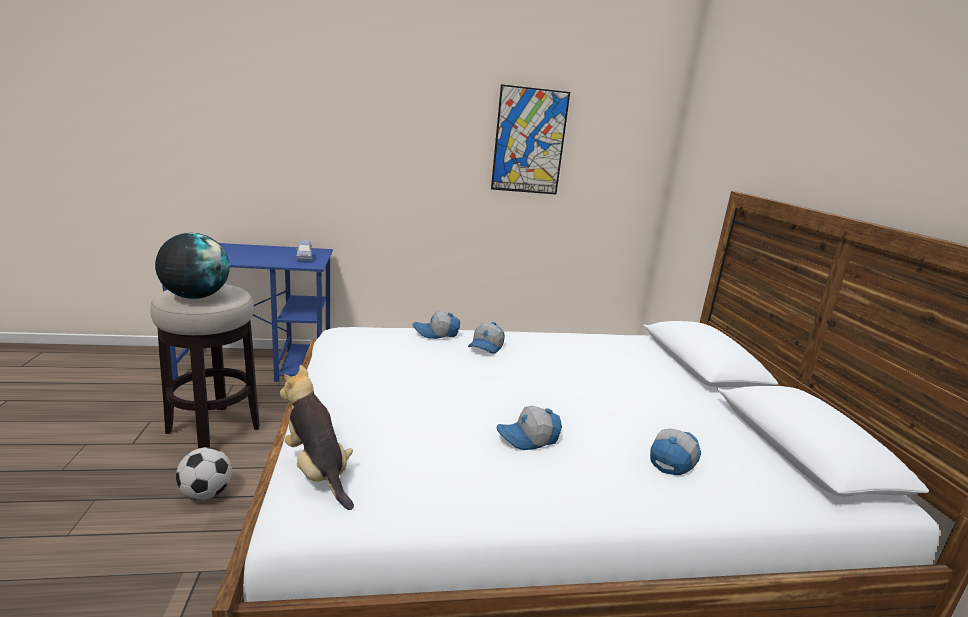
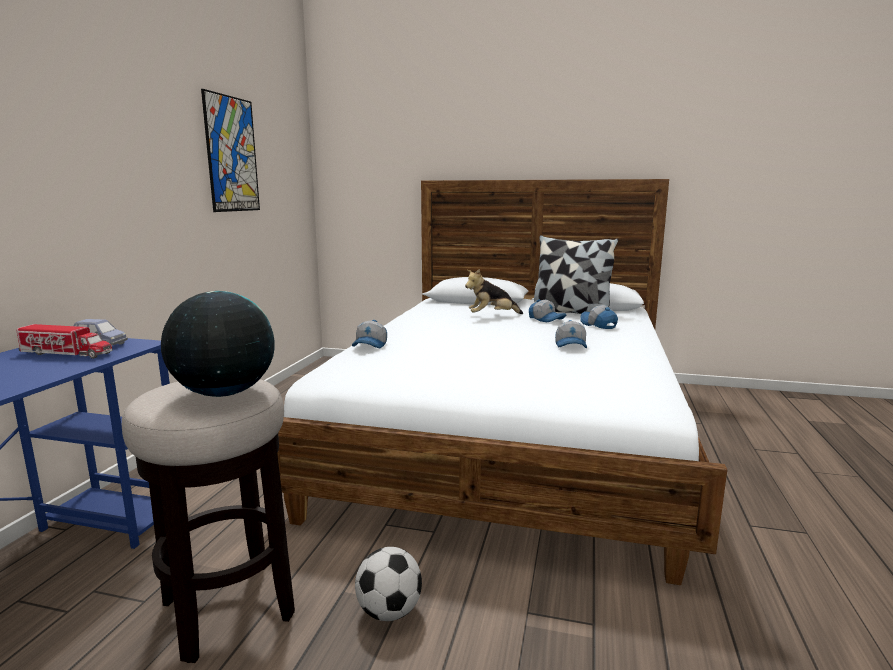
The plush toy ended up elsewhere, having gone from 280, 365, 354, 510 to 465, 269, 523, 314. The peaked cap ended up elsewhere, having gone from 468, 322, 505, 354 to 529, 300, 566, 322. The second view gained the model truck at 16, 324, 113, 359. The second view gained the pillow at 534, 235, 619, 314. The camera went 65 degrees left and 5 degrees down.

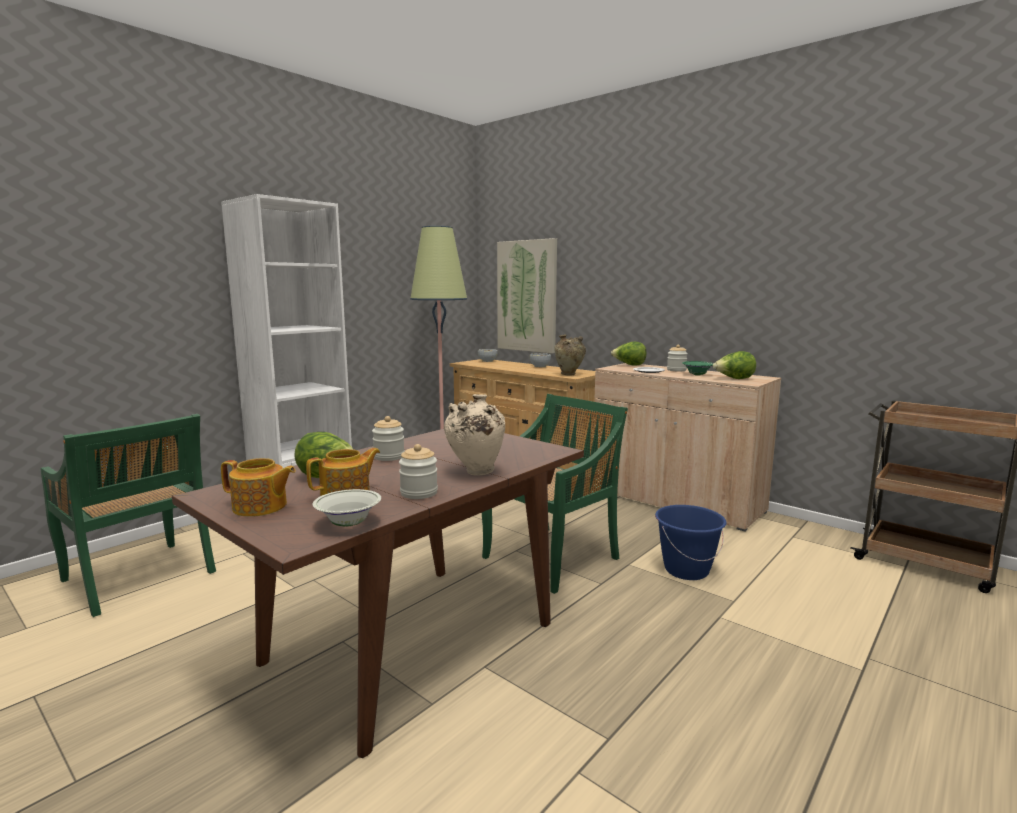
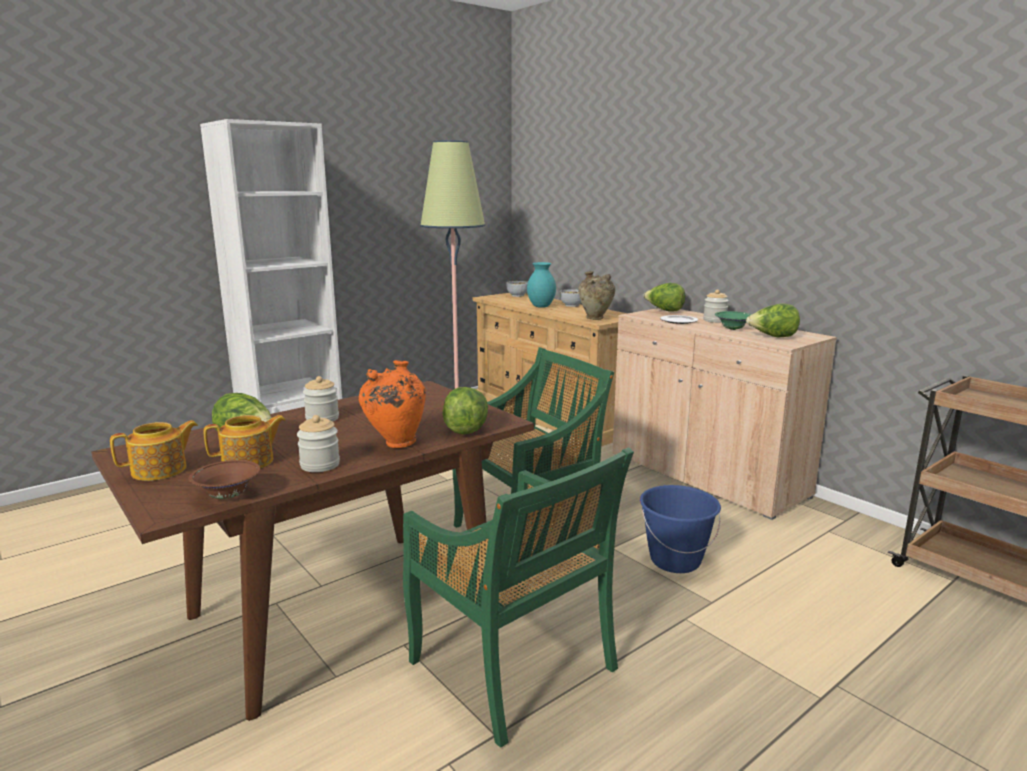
The green chair ended up elsewhere, having gone from 40, 414, 216, 617 to 403, 447, 634, 748. The teapot at 221, 458, 296, 517 ended up facing another way, 60 degrees counterclockwise from before. What was the white-coloured bowl at 312, 489, 381, 526 turned into the brown-coloured bowl at 189, 460, 260, 499. What was the beige decorative vase at 444, 394, 505, 476 turned into the orangey decorative vase at 358, 360, 426, 448. The second view lost the wall picture at 497, 238, 557, 354. The second view gained the lettuce at 442, 387, 488, 435. The second view gained the turquoise-coloured decorative vase at 527, 262, 556, 308. The camera went 10 degrees right and 5 degrees up.

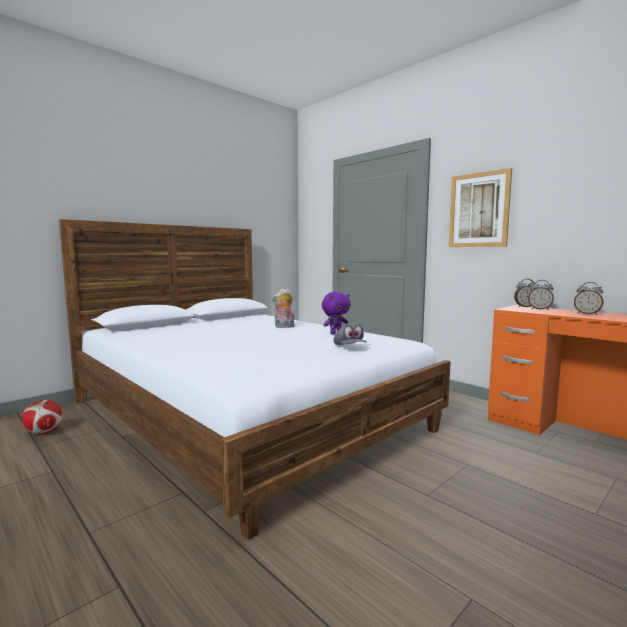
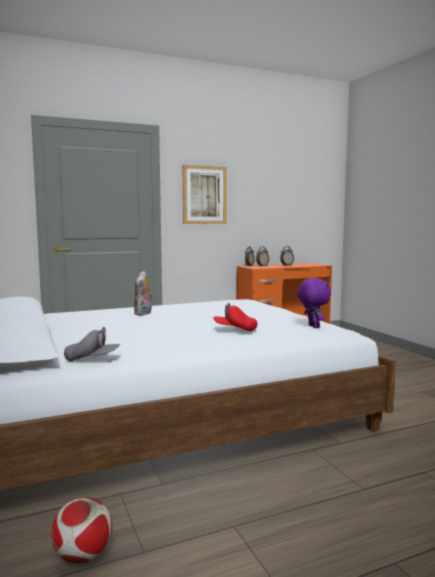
The purple-coloured plush toy ended up elsewhere, having gone from 322, 292, 351, 334 to 298, 278, 331, 328. The gray peaked cap ended up elsewhere, having gone from 333, 324, 367, 345 to 64, 327, 120, 361. The second view gained the reddish peaked cap at 213, 303, 257, 331. The camera went 70 degrees left and 0 degrees up.

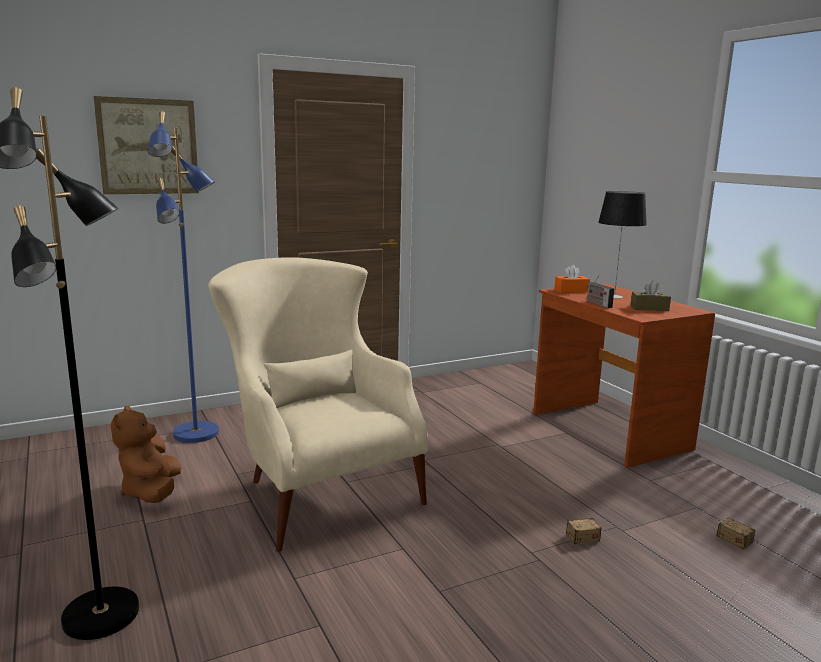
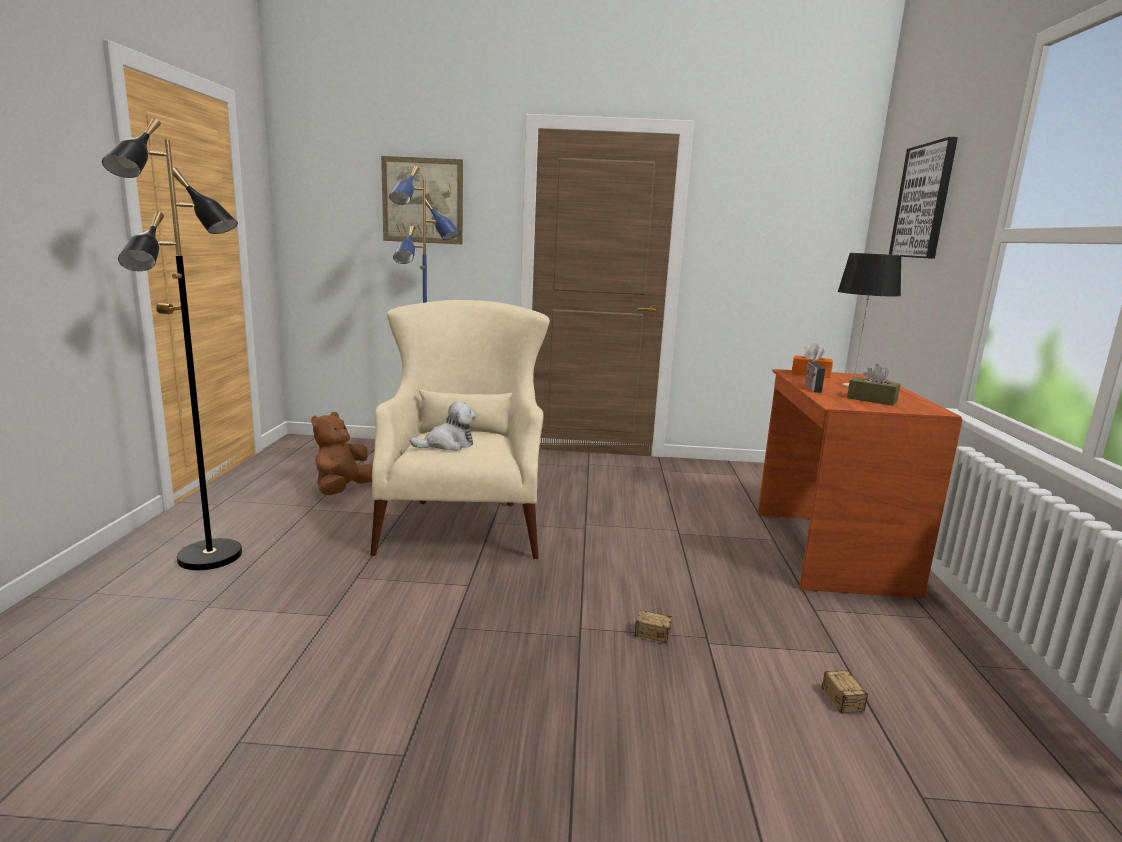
The second view gained the plush toy at 410, 401, 476, 451. The second view gained the wall picture at 889, 137, 958, 259. The camera went 30 degrees right and 0 degrees up.

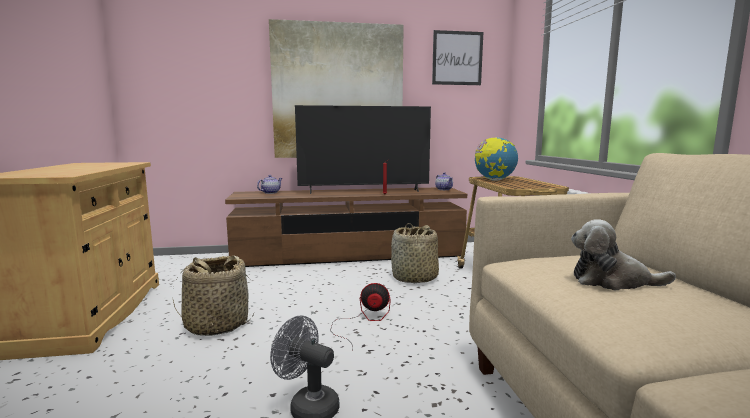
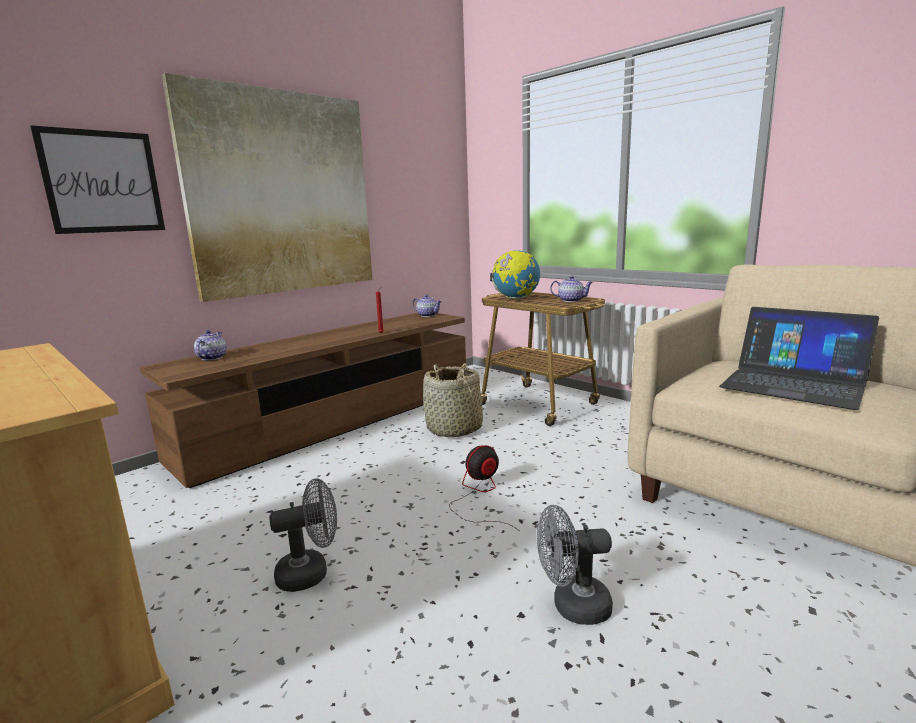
Where the basket stood at 173, 255, 255, 336, the gray fan came to stand at 269, 478, 337, 592. The second view lost the television at 295, 105, 431, 194. The wall picture ended up elsewhere, having gone from 432, 30, 483, 85 to 30, 125, 165, 234. Where the plush toy stood at 571, 219, 676, 290, the laptop came to stand at 719, 307, 879, 410. The second view gained the teapot at 550, 276, 593, 302. The camera went 35 degrees left and 5 degrees up.

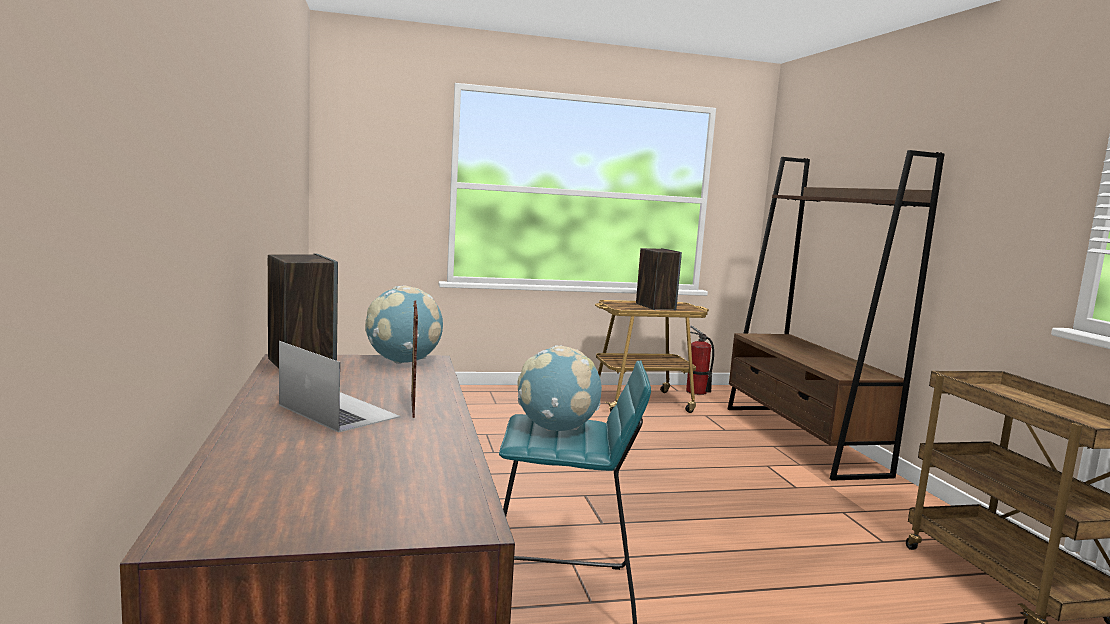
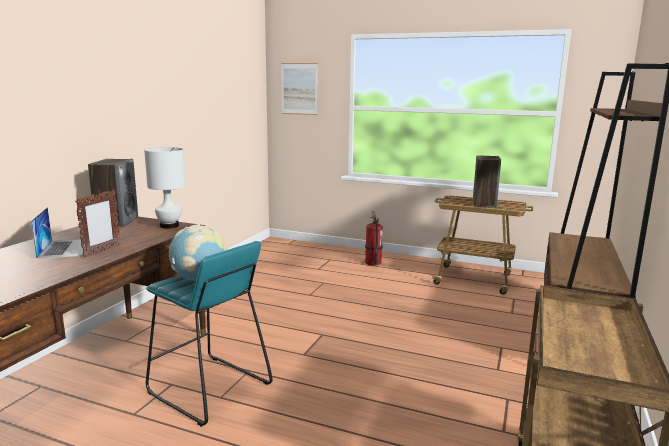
Where the desk globe stood at 365, 285, 443, 364, the white-coloured table lamp came to stand at 144, 147, 186, 228. The fire-fighting cylinder ended up elsewhere, having gone from 686, 325, 714, 395 to 365, 210, 383, 266. The second view gained the wall picture at 281, 63, 318, 115. The camera went 35 degrees right and 5 degrees up.

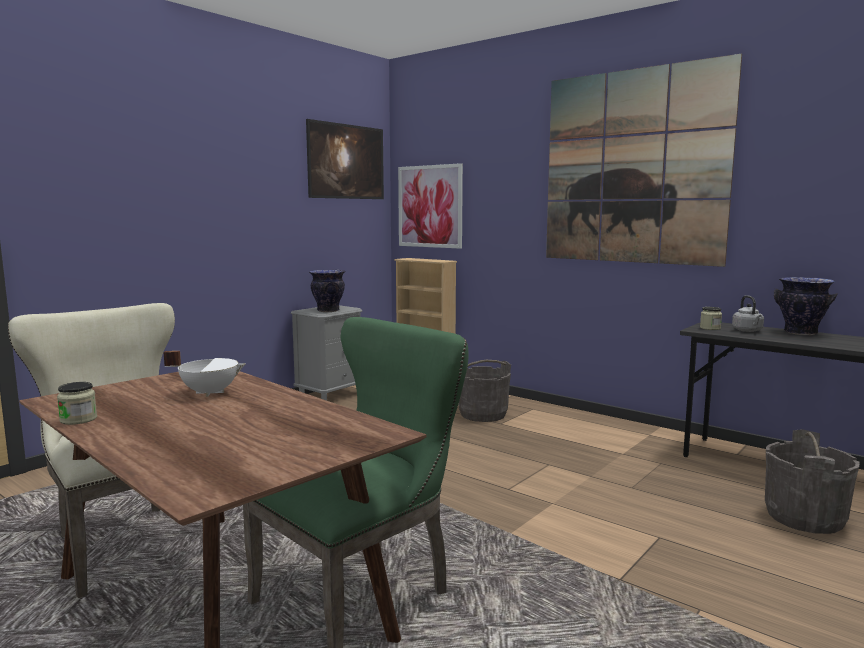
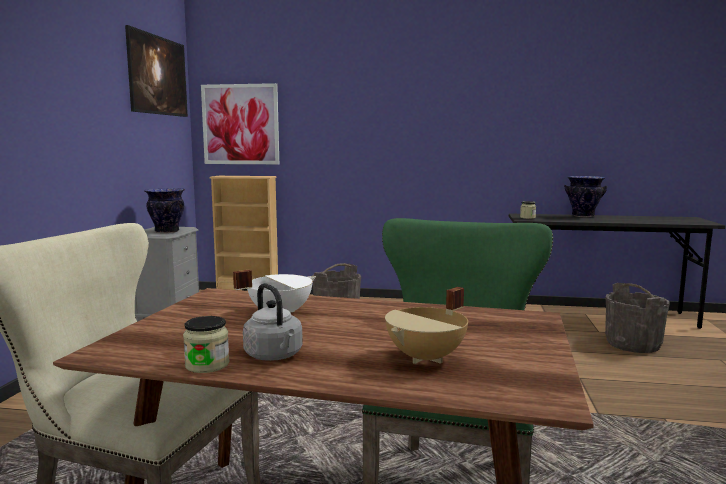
The second view lost the wall picture at 546, 54, 742, 267. The gray water kettle ended up elsewhere, having gone from 732, 295, 764, 332 to 243, 283, 303, 361. The second view gained the beige stockpot at 385, 287, 468, 364. The camera went 30 degrees left and 0 degrees up.

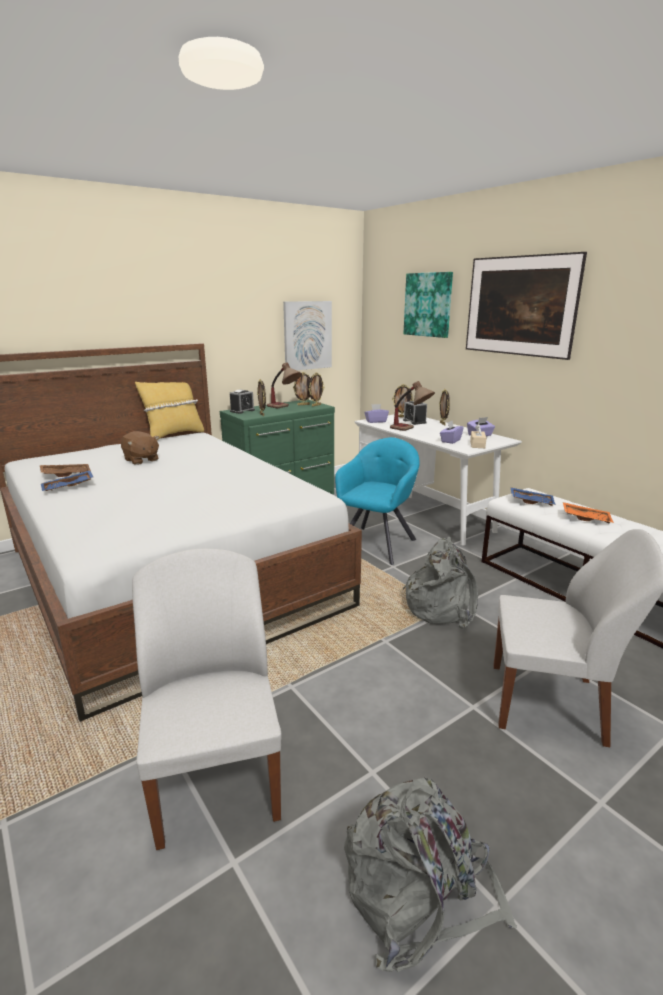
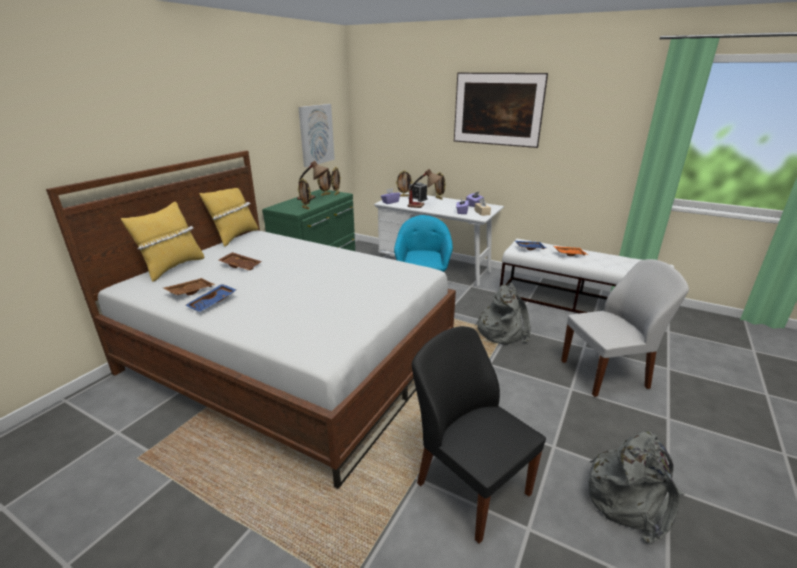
Where the brown-coloured plush toy stood at 121, 431, 159, 465, the brown-coloured carrying tray came to stand at 219, 252, 262, 270. What was the white-coloured chair at 132, 549, 282, 850 turned into the black chair at 412, 326, 546, 544. The second view lost the alarm clock at 230, 390, 255, 414. The second view lost the wall picture at 404, 272, 453, 338. The second view gained the yellow-coloured pillow at 121, 202, 204, 282. The camera went 25 degrees left and 5 degrees up.

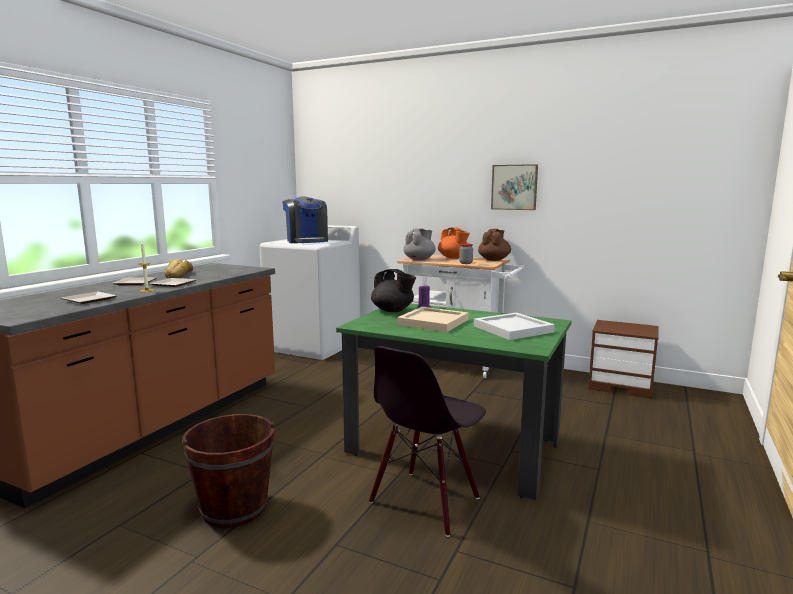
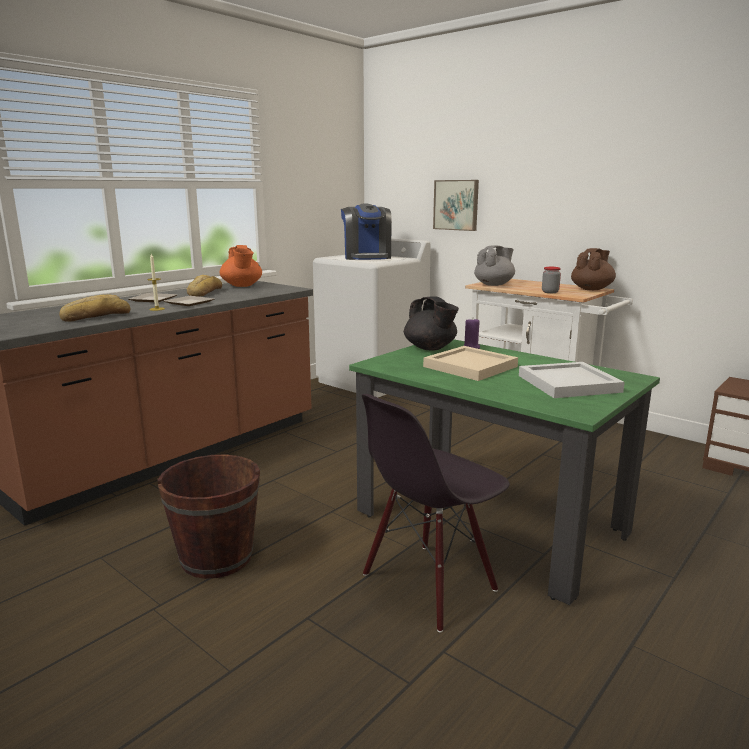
Where the dinner plate stood at 61, 292, 117, 304, the bakery bread came to stand at 59, 294, 130, 322. The orangey teapot ended up elsewhere, having gone from 438, 227, 470, 258 to 220, 245, 262, 287. The wall picture ended up elsewhere, having gone from 491, 164, 538, 210 to 433, 180, 479, 231. The camera went 15 degrees right and 5 degrees up.

